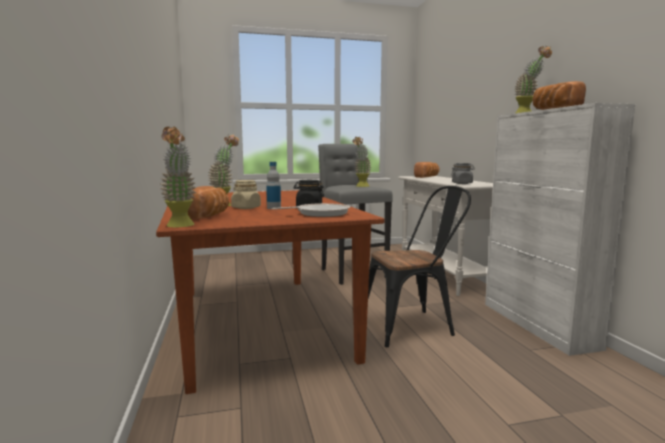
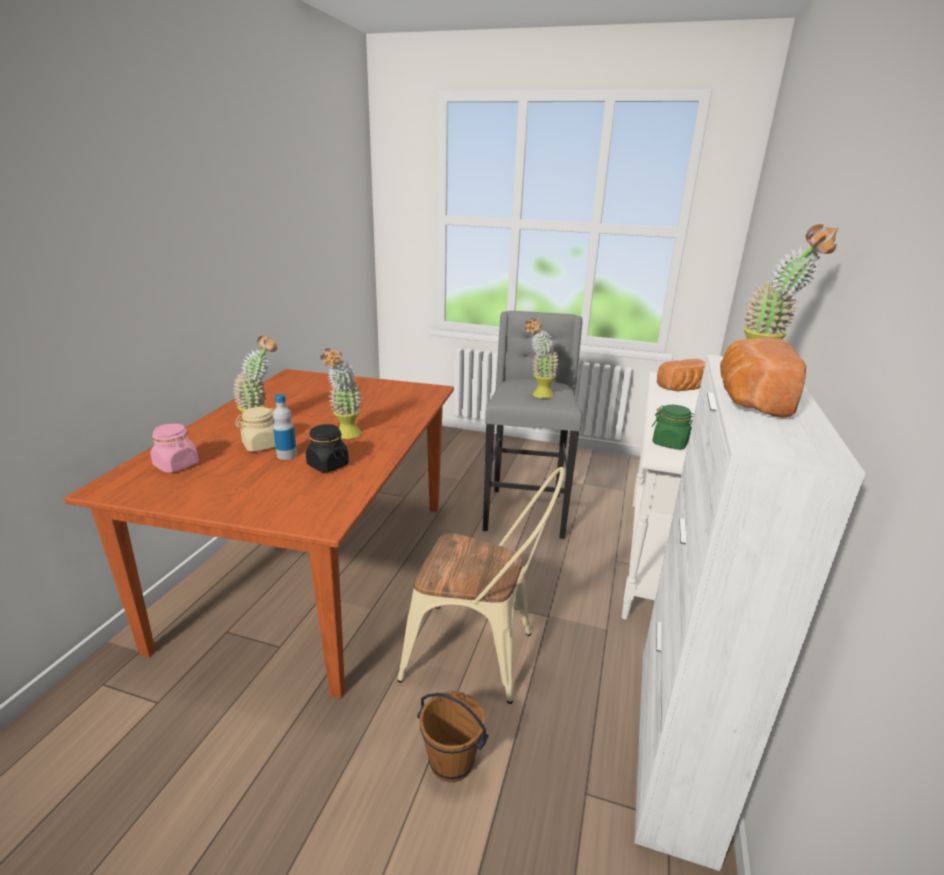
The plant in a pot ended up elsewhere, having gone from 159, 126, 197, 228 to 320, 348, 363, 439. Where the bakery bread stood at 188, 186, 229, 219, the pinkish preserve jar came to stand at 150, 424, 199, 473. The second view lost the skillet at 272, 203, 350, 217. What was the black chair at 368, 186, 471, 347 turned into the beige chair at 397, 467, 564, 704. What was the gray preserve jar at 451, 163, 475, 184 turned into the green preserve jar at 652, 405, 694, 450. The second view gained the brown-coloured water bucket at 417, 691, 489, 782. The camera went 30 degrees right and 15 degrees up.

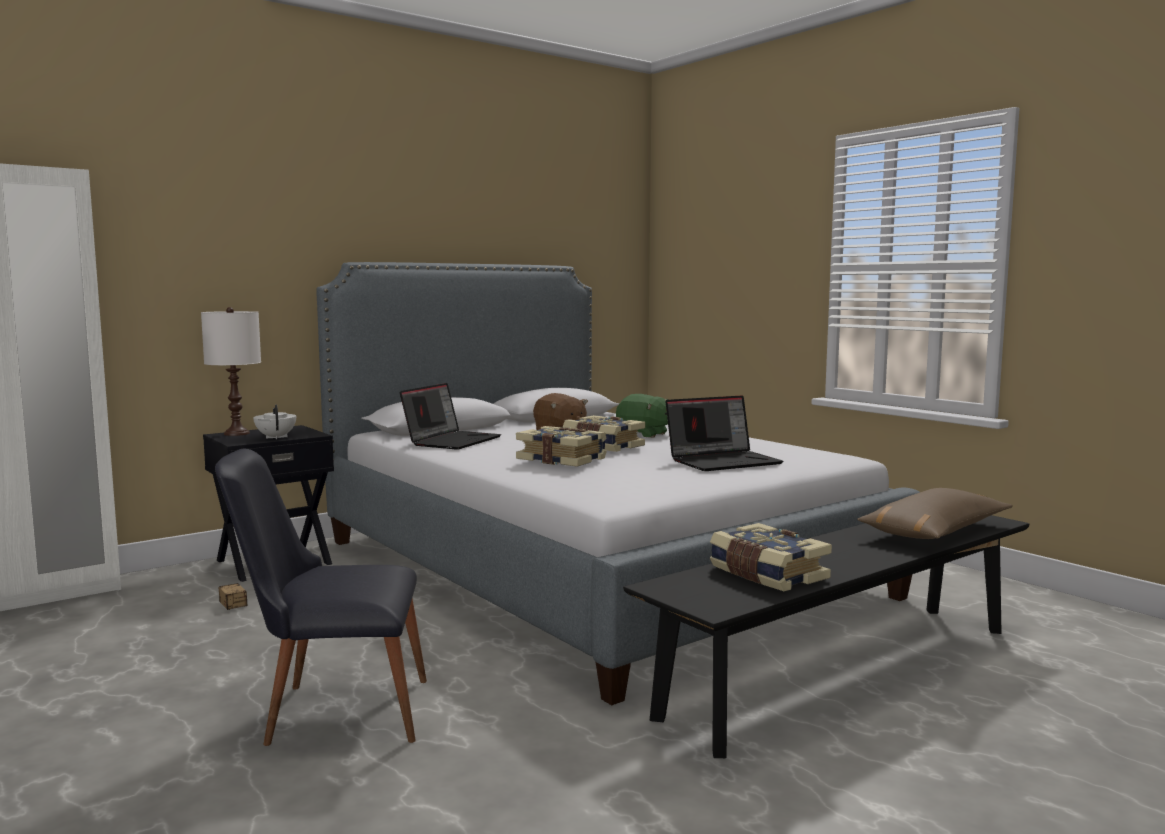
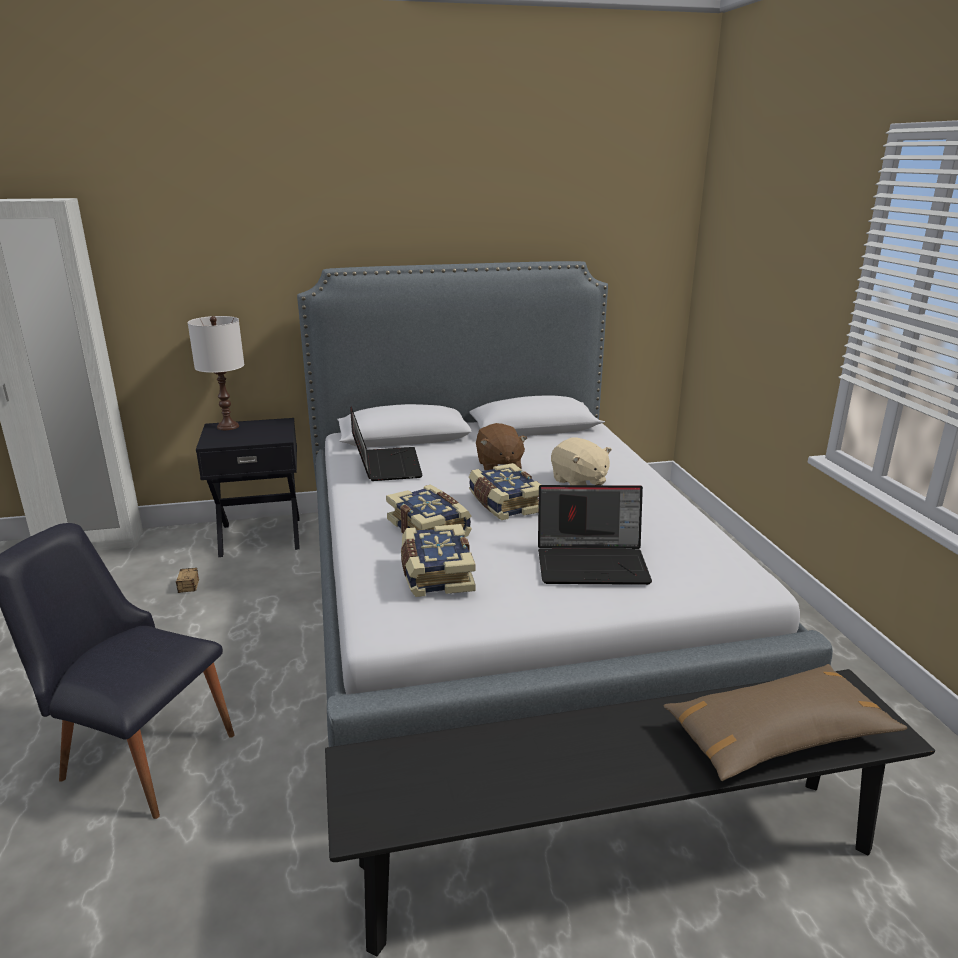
The second view lost the white-coloured teapot at 253, 405, 296, 439. The laptop at 400, 383, 501, 450 ended up facing another way, 60 degrees counterclockwise from before. What was the green plush toy at 616, 394, 669, 438 turned into the beige plush toy at 551, 438, 612, 485. The bound book ended up elsewhere, having gone from 710, 523, 832, 591 to 401, 524, 476, 597. The camera went 25 degrees right and 15 degrees up.

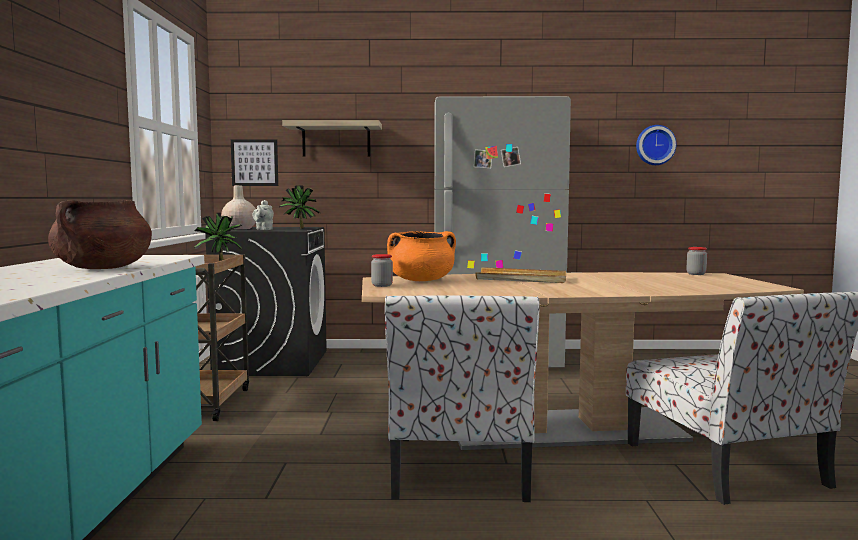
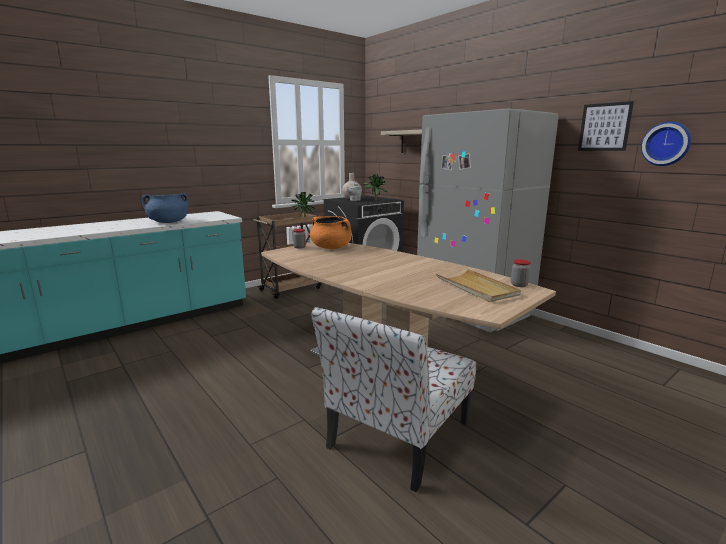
What was the brown-coloured stockpot at 48, 200, 152, 269 turned into the bluish stockpot at 142, 193, 189, 223. The wall picture ended up elsewhere, having gone from 231, 139, 278, 186 to 578, 101, 634, 151. The second view lost the chair at 385, 295, 540, 502. The beige carrying tray ended up elsewhere, having gone from 475, 267, 566, 283 to 436, 269, 521, 302. The camera went 50 degrees right and 10 degrees up.

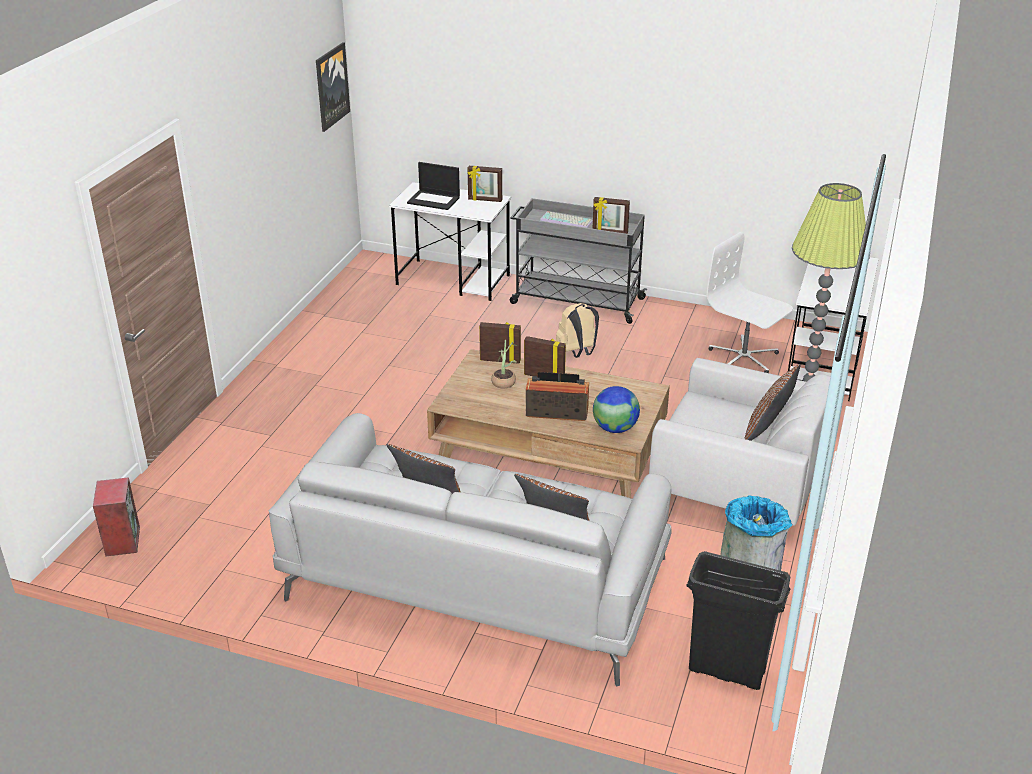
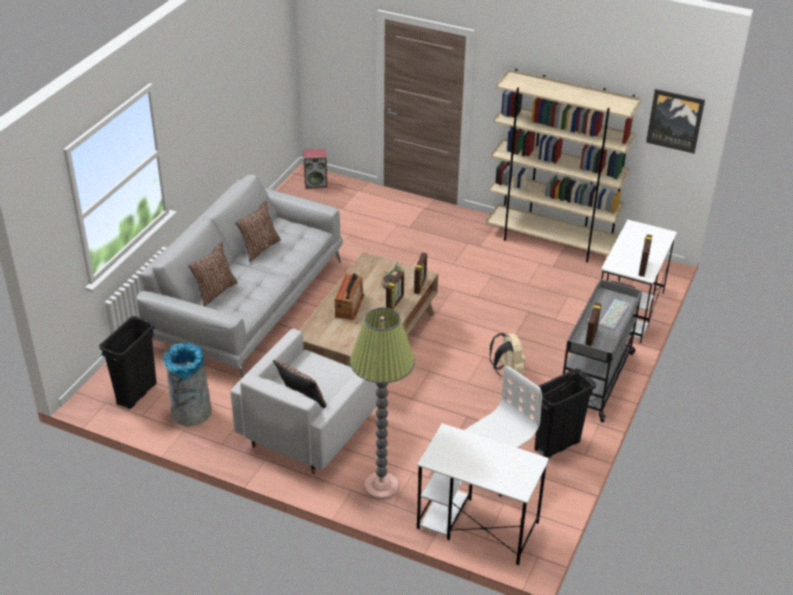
The second view lost the laptop at 407, 162, 460, 210. The second view lost the desk globe at 593, 386, 640, 433. The second view gained the beige bookcase at 486, 69, 641, 262. The second view gained the black waste bin at 534, 368, 596, 458. The camera went 95 degrees right and 5 degrees up.

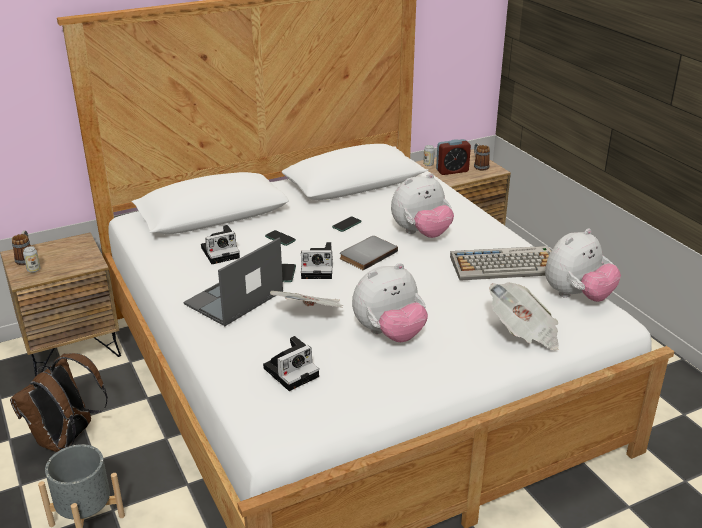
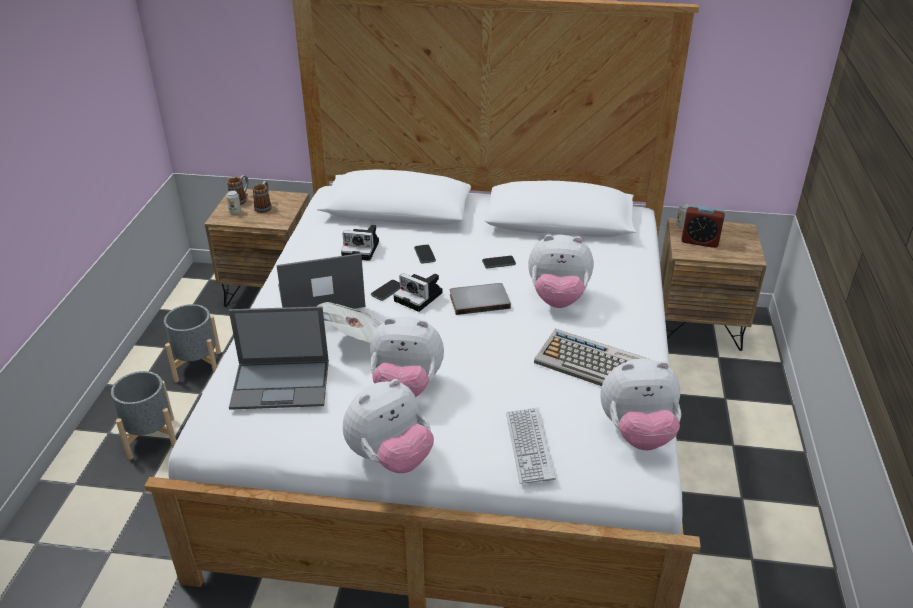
Where the brown-coloured backpack stood at 10, 353, 108, 452, the gray planter came to stand at 164, 304, 221, 383. Where the photo camera stood at 263, 336, 319, 391, the laptop came to stand at 229, 306, 329, 410. The tea mug ended up elsewhere, having gone from 474, 143, 490, 171 to 253, 181, 272, 213. Where the daily paper stood at 489, 282, 559, 350, the keyboard came to stand at 506, 408, 556, 484. The second view gained the plush toy at 343, 379, 434, 473. The camera went 35 degrees right and 5 degrees up.

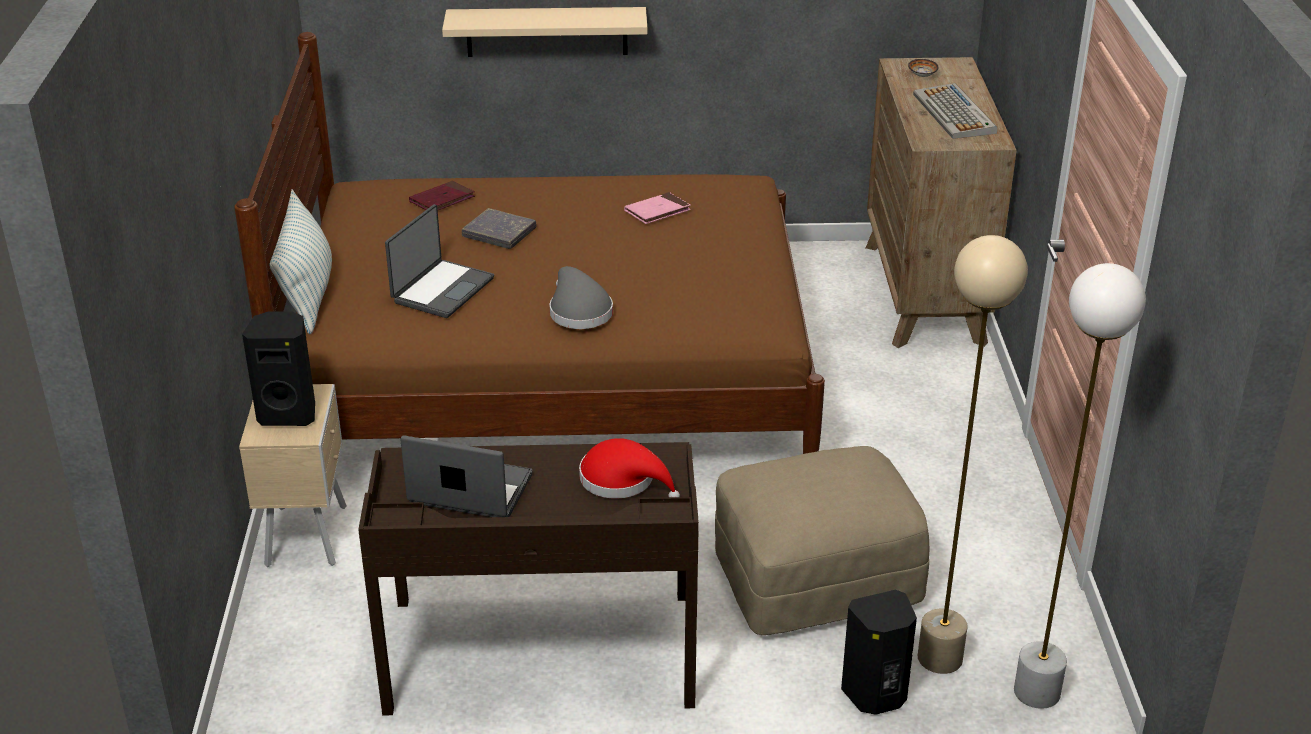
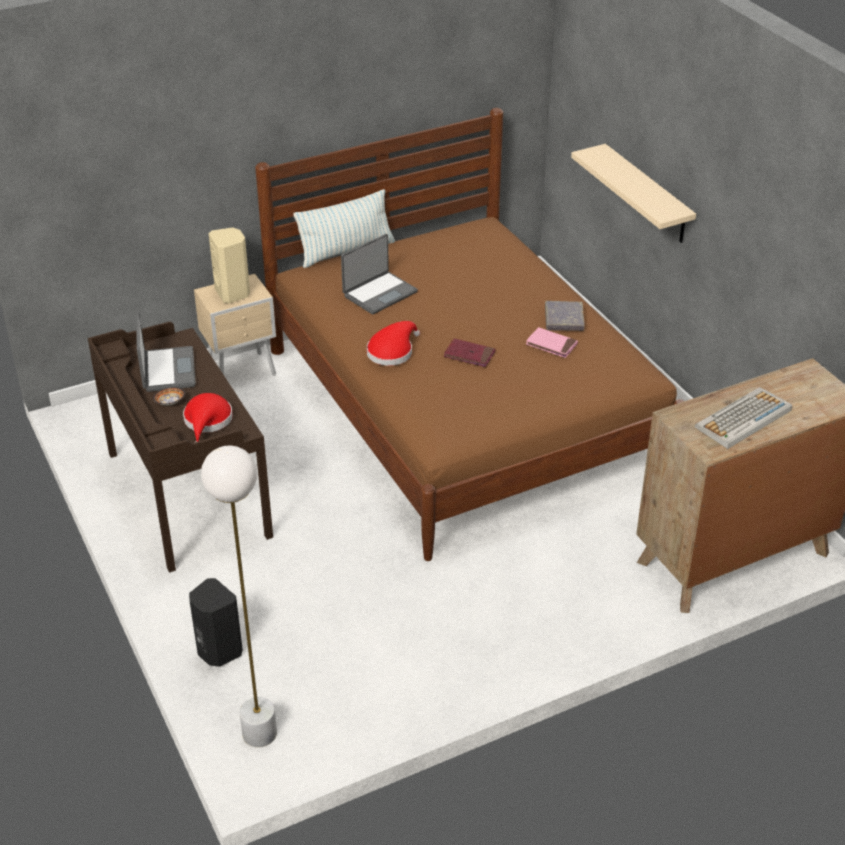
What was the black speaker at 242, 312, 315, 426 turned into the beige speaker at 209, 227, 250, 304. The laptop at 385, 204, 494, 318 ended up facing another way, 45 degrees counterclockwise from before. The reddish bound book ended up elsewhere, having gone from 409, 181, 475, 210 to 444, 338, 495, 367. The gray bound book ended up elsewhere, having gone from 462, 208, 536, 249 to 545, 301, 585, 331. What was the gray wearable hat at 550, 266, 613, 329 turned into the reddish wearable hat at 367, 321, 420, 366. The second view lost the beige ottoman at 715, 446, 929, 635. The bowl ended up elsewhere, having gone from 908, 59, 939, 77 to 153, 387, 185, 405. The second view lost the beige floor lamp at 918, 235, 1028, 674. The camera went 65 degrees right and 5 degrees up.

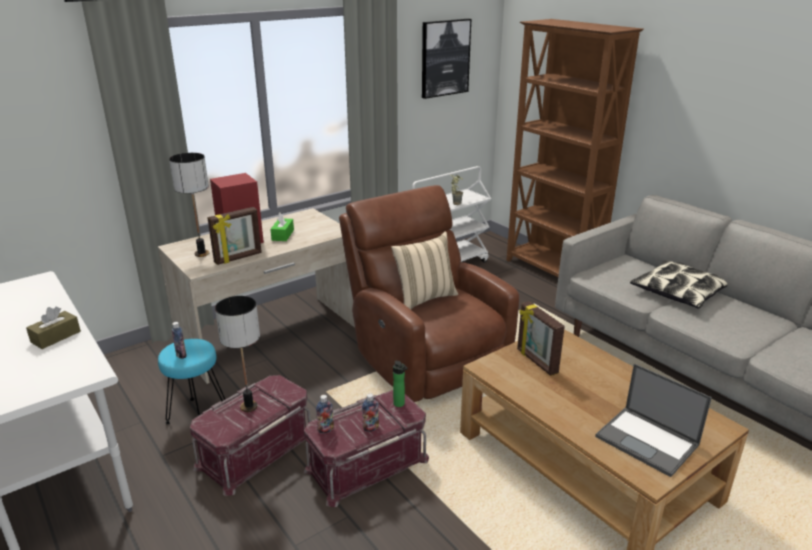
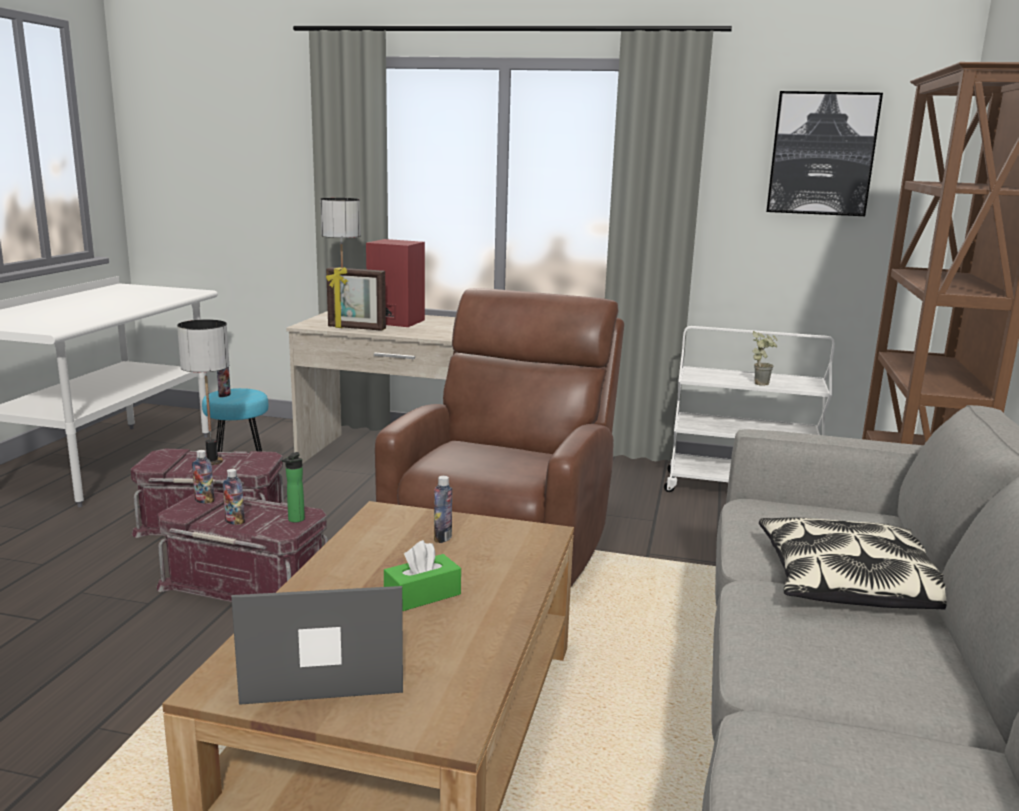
The second view lost the brown-coloured tissue holder at 26, 306, 81, 349. The green tissue holder ended up elsewhere, having gone from 270, 212, 294, 241 to 384, 540, 461, 611. The second view lost the beige pillow at 391, 232, 458, 309. Where the picture frame stood at 517, 301, 565, 376, the drink bottle came to stand at 434, 476, 452, 543. The laptop at 595, 363, 712, 477 ended up facing another way, 75 degrees clockwise from before. The camera went 50 degrees right and 10 degrees down.

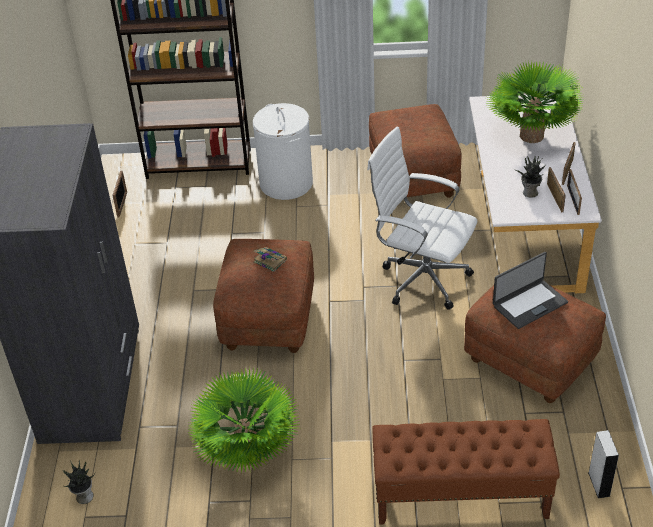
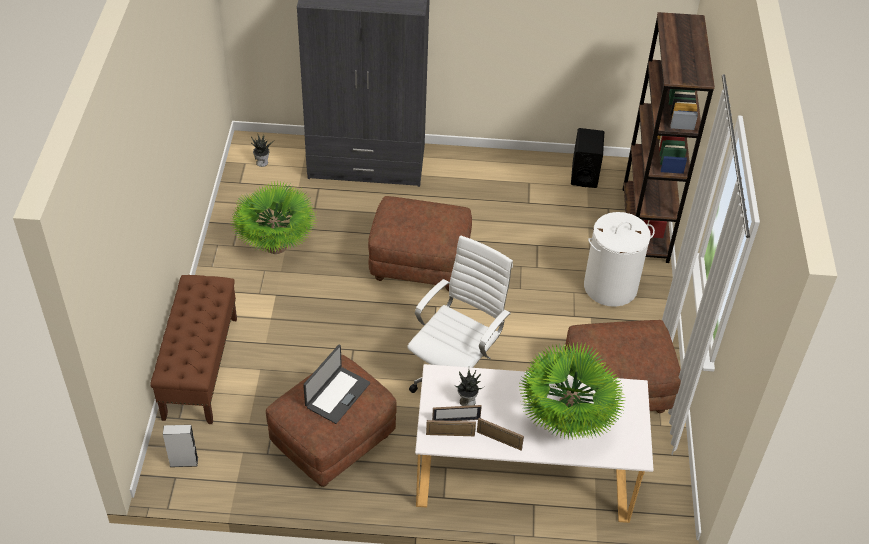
Where the picture frame stood at 112, 170, 127, 218, the black speaker came to stand at 571, 128, 604, 188. The second view lost the bound book at 254, 247, 287, 272. The laptop at 493, 252, 568, 329 ended up facing another way, 120 degrees counterclockwise from before. The camera went 90 degrees right and 5 degrees up.

